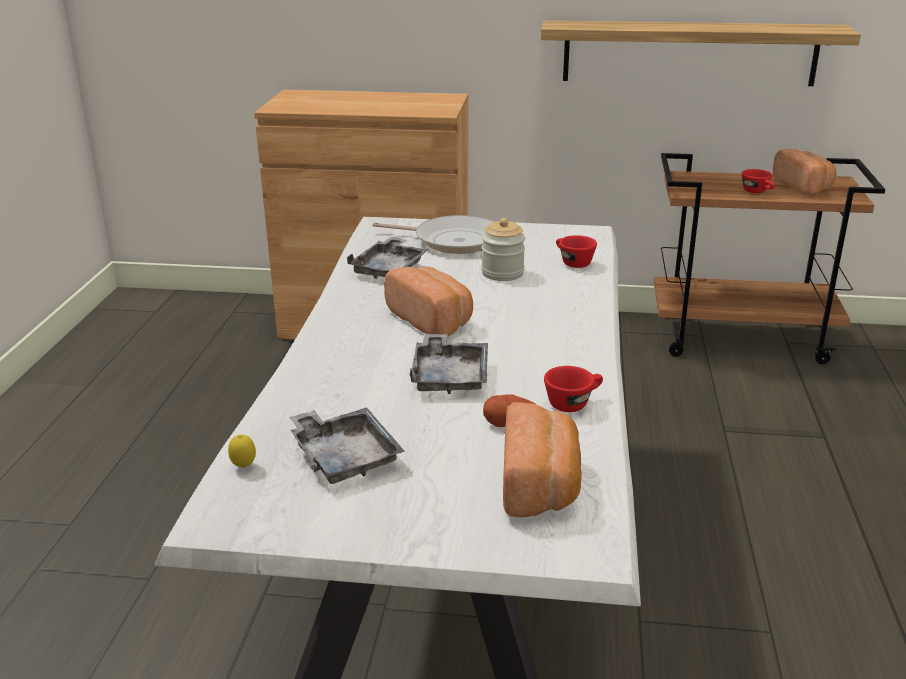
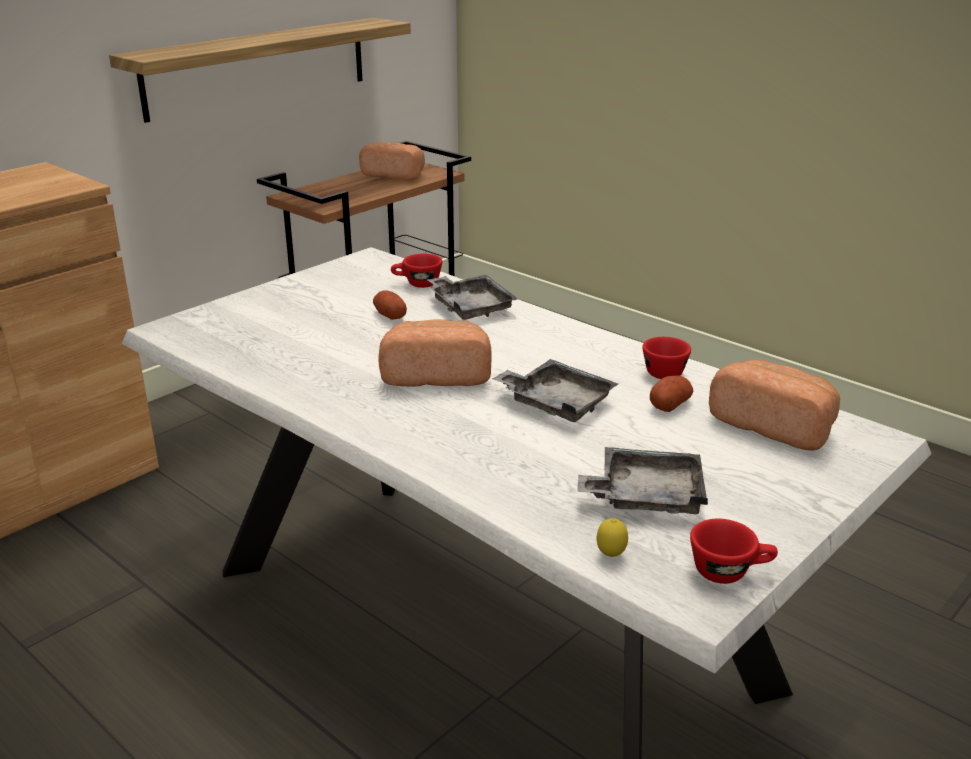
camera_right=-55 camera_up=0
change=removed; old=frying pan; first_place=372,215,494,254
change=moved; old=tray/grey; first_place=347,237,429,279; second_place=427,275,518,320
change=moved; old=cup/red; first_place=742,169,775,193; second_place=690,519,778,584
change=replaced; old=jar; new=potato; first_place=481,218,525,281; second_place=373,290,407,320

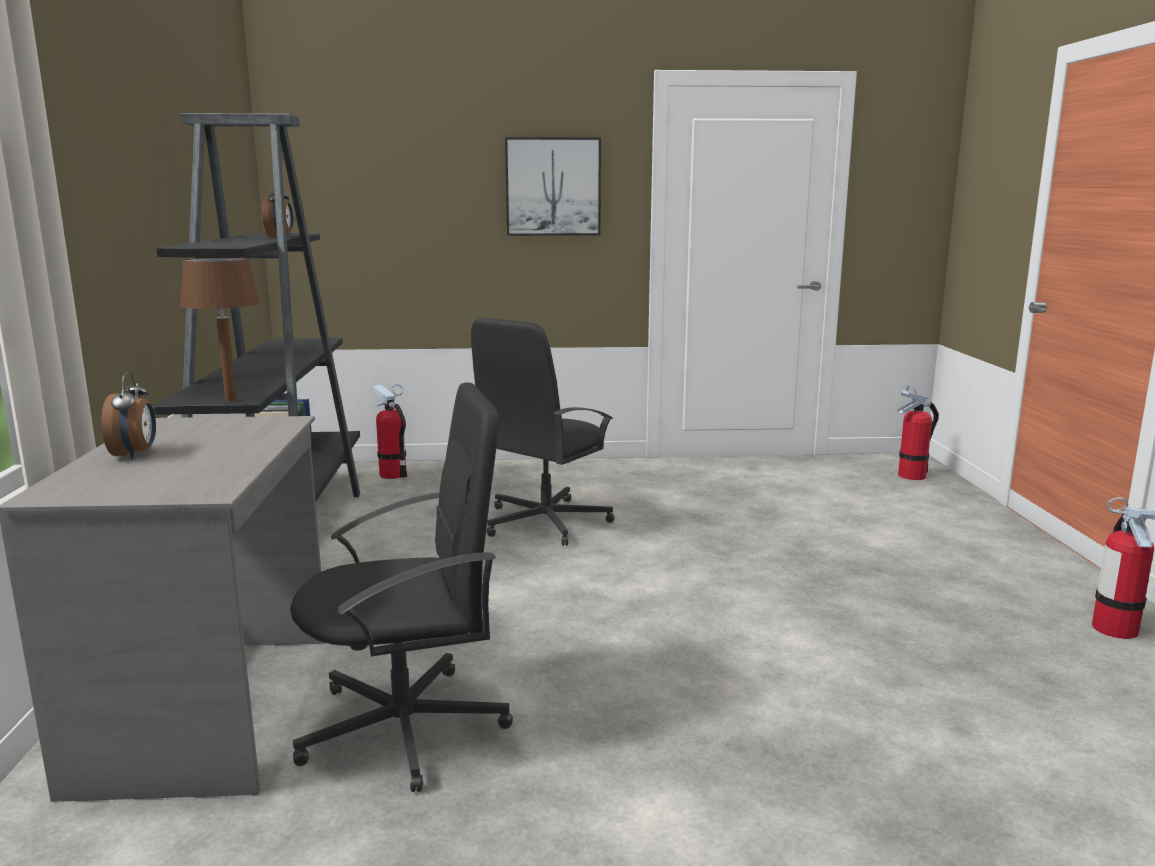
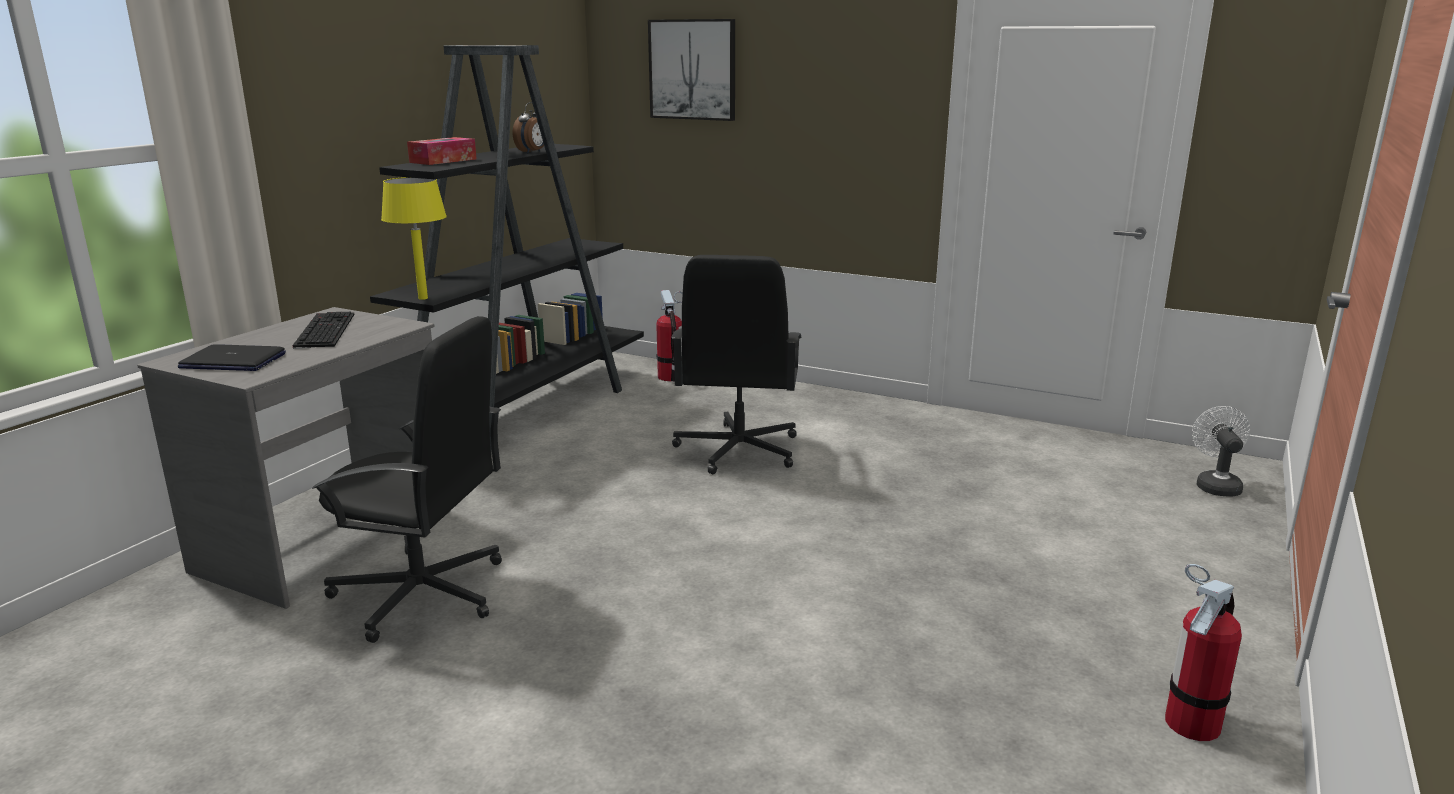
camera_right=30 camera_up=5
change=removed; old=alarm clock; first_place=101,372,156,459
change=added; new=laptop; second_place=178,344,286,371
change=added; new=keyboard; second_place=292,311,354,349
change=added; new=tissue box; second_place=407,137,477,165
change=moved; old=picture; first_place=505,137,601,236; second_place=648,19,735,121
change=replaced; old=fire extinguisher; new=fan/white; first_place=897,385,939,480; second_place=1192,406,1250,497
change=recoloured; old=table lamp/brown; new=table lamp/yellow; first_place=180,257,261,402; second_place=381,177,447,300
change=turned; old=office chair/black; first_place=471,318,615,546; second_place=671,255,801,474; degrees=-60

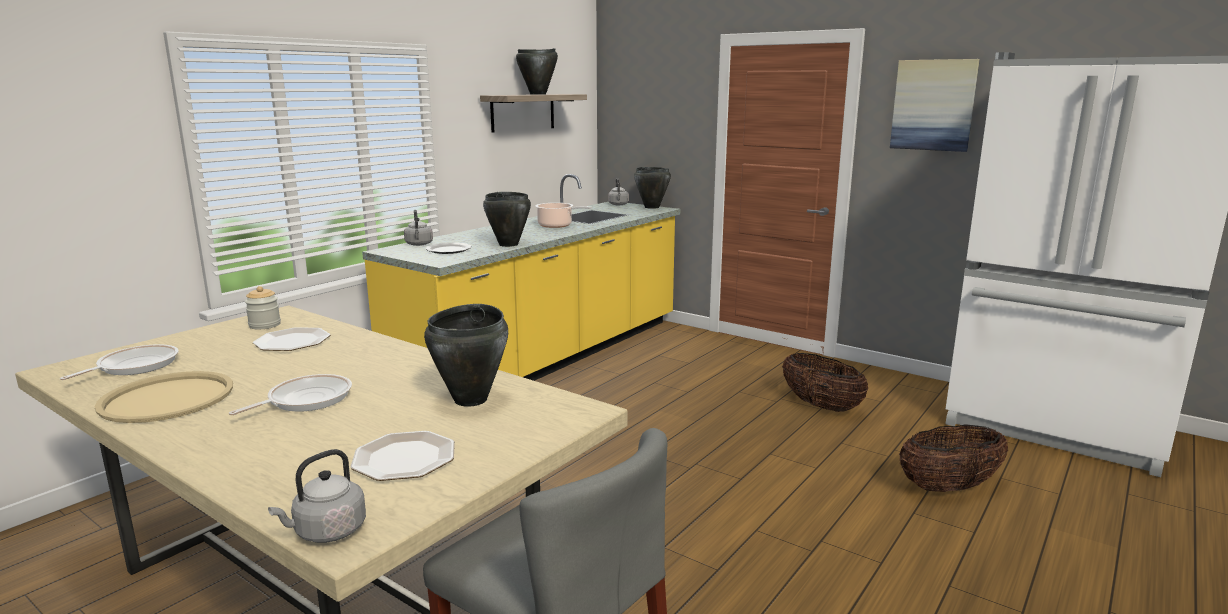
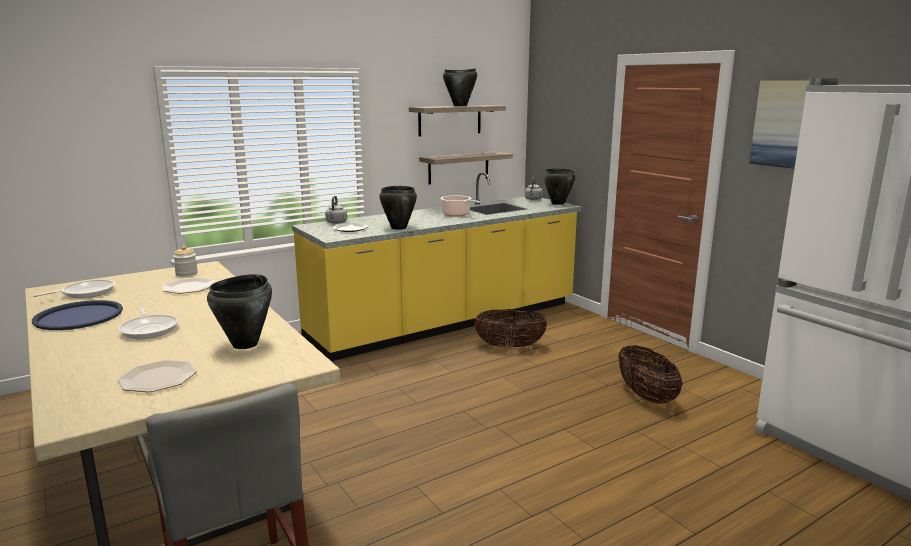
camera_right=20 camera_up=0
change=removed; old=kettle/grey; first_place=268,449,366,543
change=added; new=shelf; second_place=419,151,513,184
change=moved; old=basket; first_place=899,424,1008,492; second_place=474,309,547,347
change=recoloured; old=tray/beige; new=tray/blue; first_place=95,371,233,423; second_place=32,300,123,330
change=turned; old=frying pan; first_place=229,374,352,415; second_place=118,306,179,339; degrees=90

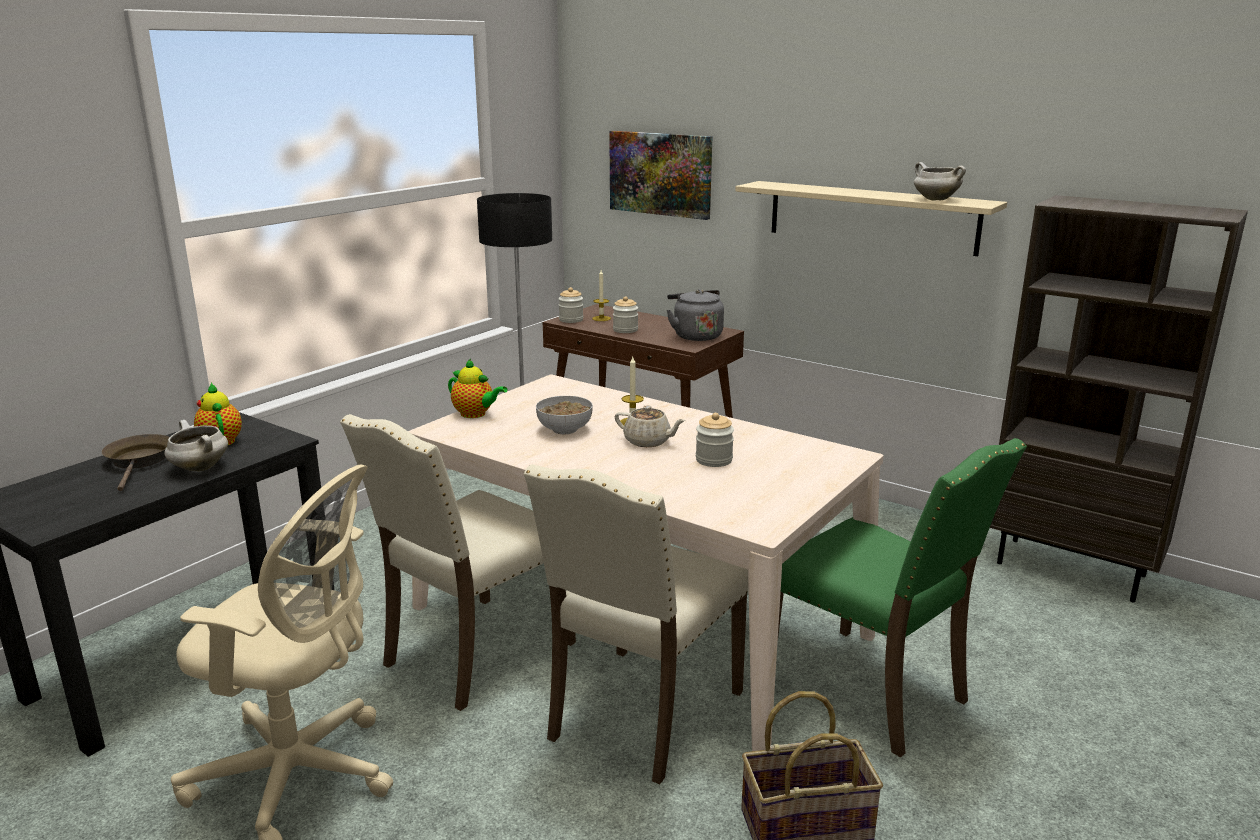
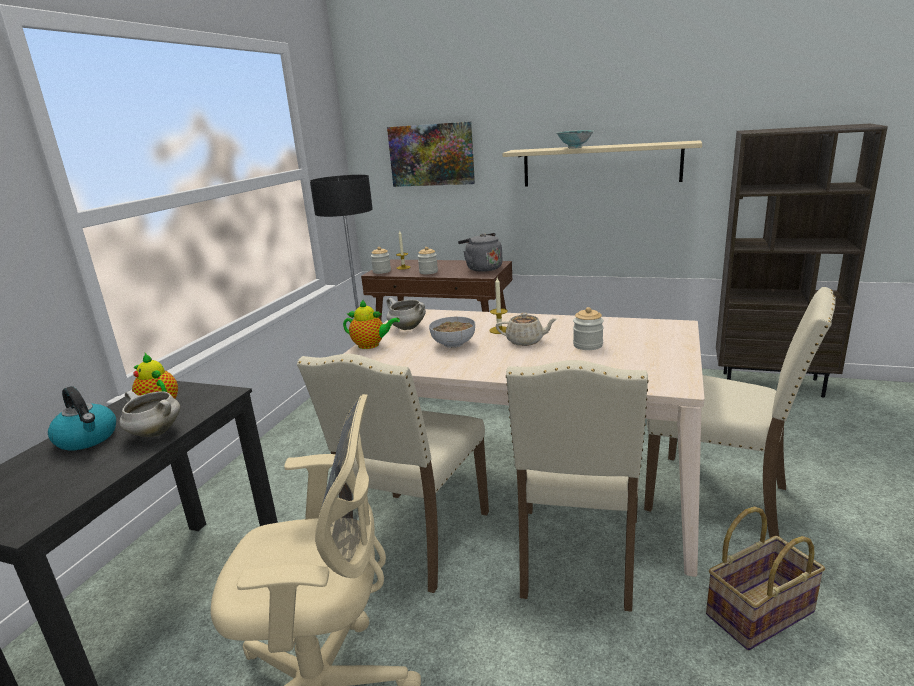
camera_right=-15 camera_up=0
change=added; new=bowl; second_place=557,130,594,149
change=moved; old=cooking pot/white; first_place=914,162,966,200; second_place=387,298,426,330
change=replaced; old=frying pan/brown; new=kettle; first_place=102,434,170,491; second_place=48,386,116,451
change=recoloured; old=chair/green; new=chair/beige; first_place=777,438,1027,757; second_place=644,287,836,538

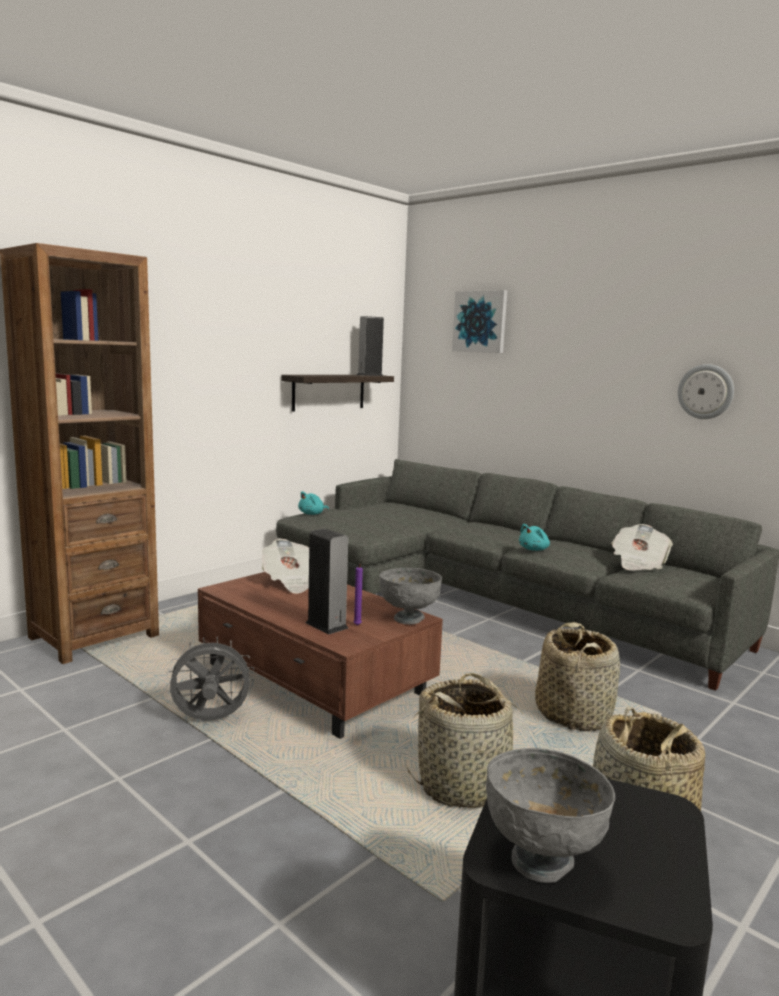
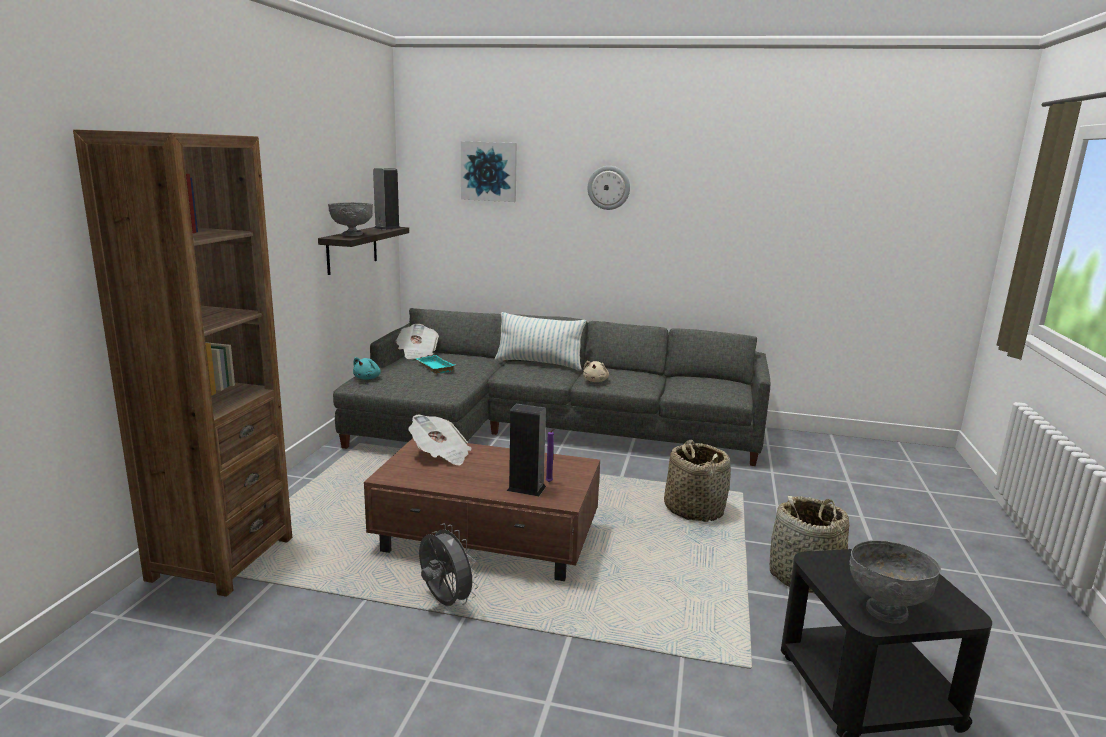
camera_right=-30 camera_up=5
change=removed; old=basket; first_place=407,673,535,808
change=added; new=tray/turquoise; second_place=416,355,454,374
change=added; new=pillow; second_place=495,312,586,370
change=moved; old=bowl/grey; first_place=379,568,442,624; second_place=328,202,373,236
change=moved; old=newspaper; first_place=611,524,673,571; second_place=396,324,439,359
change=moved; old=wall clock; first_place=678,364,734,419; second_place=588,166,630,210
change=recoloured; old=plush toy/turquoise; new=plush toy/beige; first_place=519,524,550,551; second_place=583,361,609,382
change=turned; old=fan/grey; first_place=166,637,254,721; second_place=419,524,478,606; degrees=90

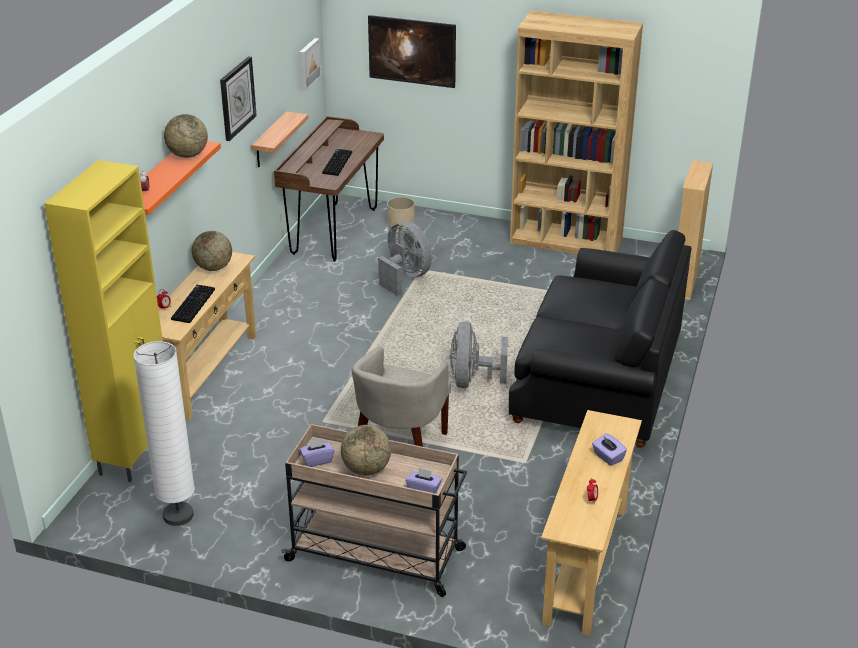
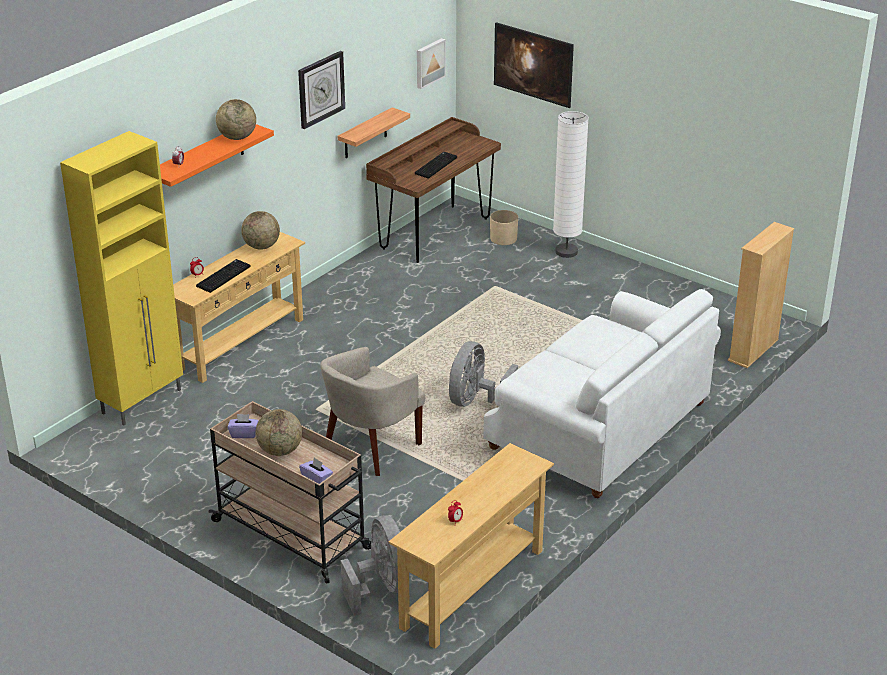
camera_right=20 camera_up=0
change=removed; old=bookcase/brown; first_place=510,11,643,254
change=removed; old=tissue box/purple; first_place=592,433,627,466
change=moved; old=floor lamp/white; first_place=133,341,195,526; second_place=553,111,589,258
change=moved; old=fan/grey; first_place=378,221,432,296; second_place=341,515,410,616
change=recoloured; old=sofa/black; new=sofa/white; first_place=509,230,691,448; second_place=483,289,721,498

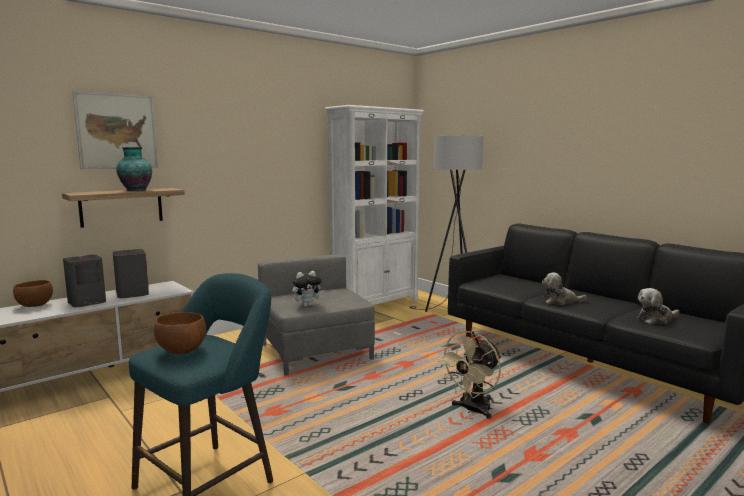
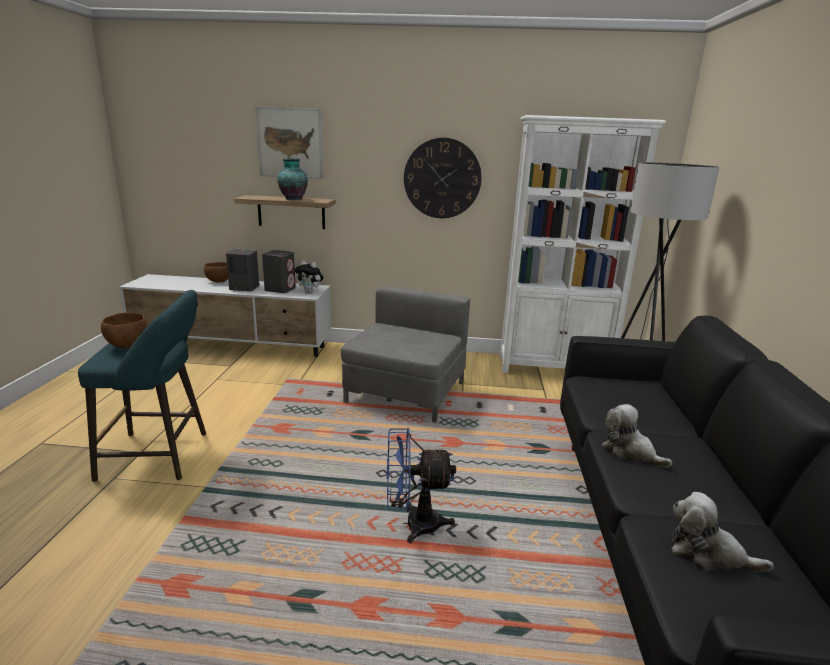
camera_right=45 camera_up=10
change=added; new=wall clock; second_place=404,138,482,218
change=moved; old=plush toy; first_place=293,271,324,307; second_place=295,261,324,293
change=recoloured; old=fan/beige; new=fan/blue; first_place=437,331,501,419; second_place=387,428,456,543

